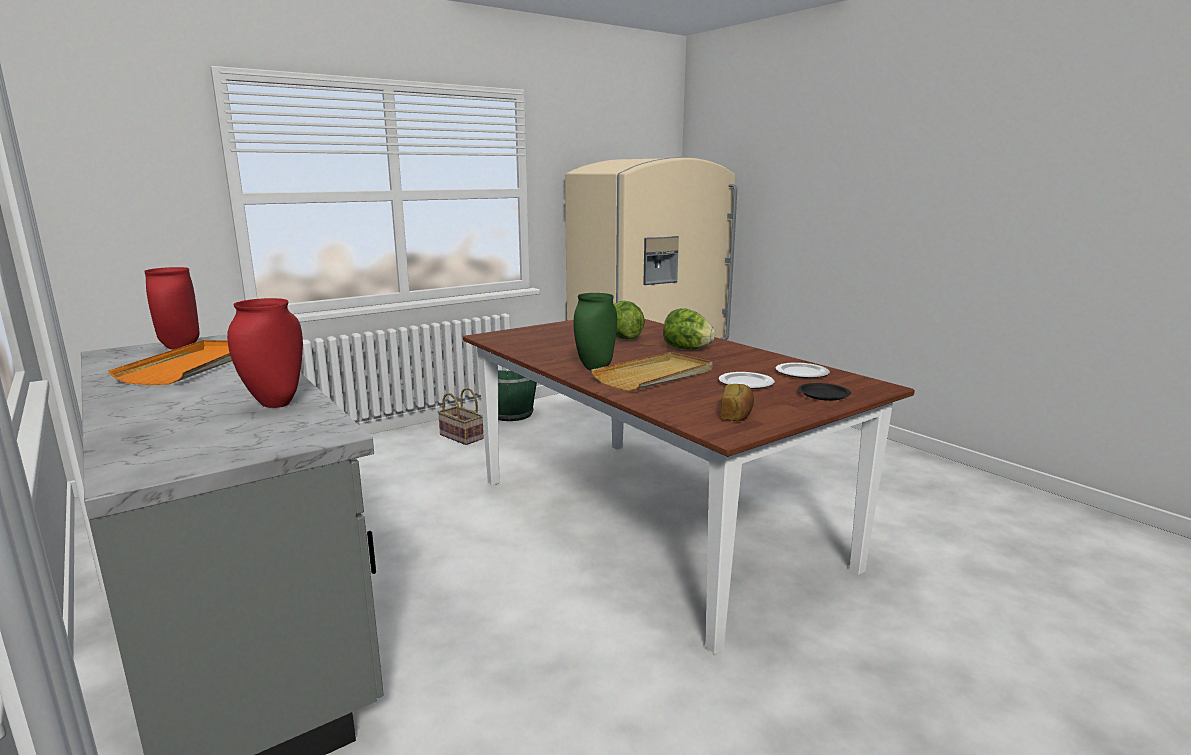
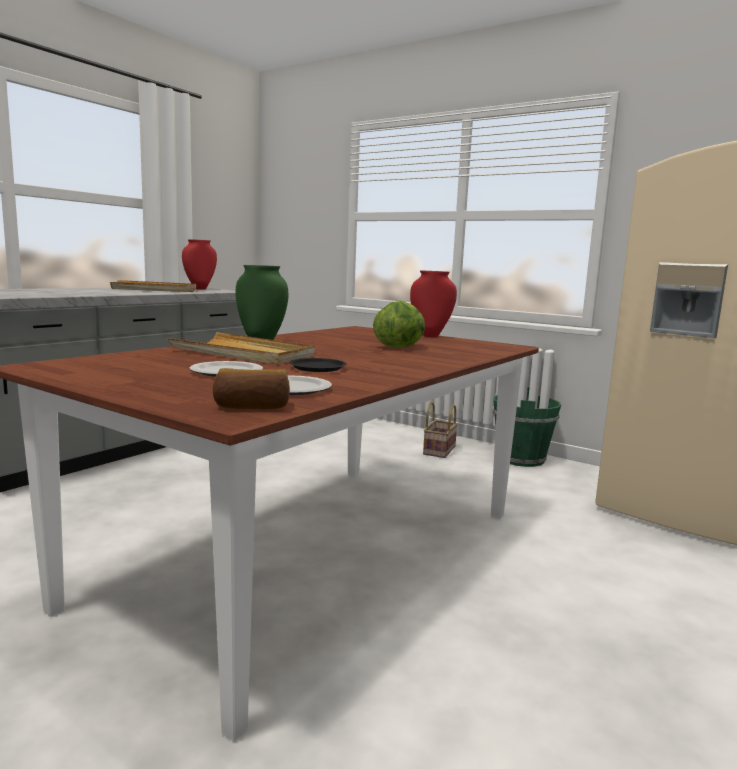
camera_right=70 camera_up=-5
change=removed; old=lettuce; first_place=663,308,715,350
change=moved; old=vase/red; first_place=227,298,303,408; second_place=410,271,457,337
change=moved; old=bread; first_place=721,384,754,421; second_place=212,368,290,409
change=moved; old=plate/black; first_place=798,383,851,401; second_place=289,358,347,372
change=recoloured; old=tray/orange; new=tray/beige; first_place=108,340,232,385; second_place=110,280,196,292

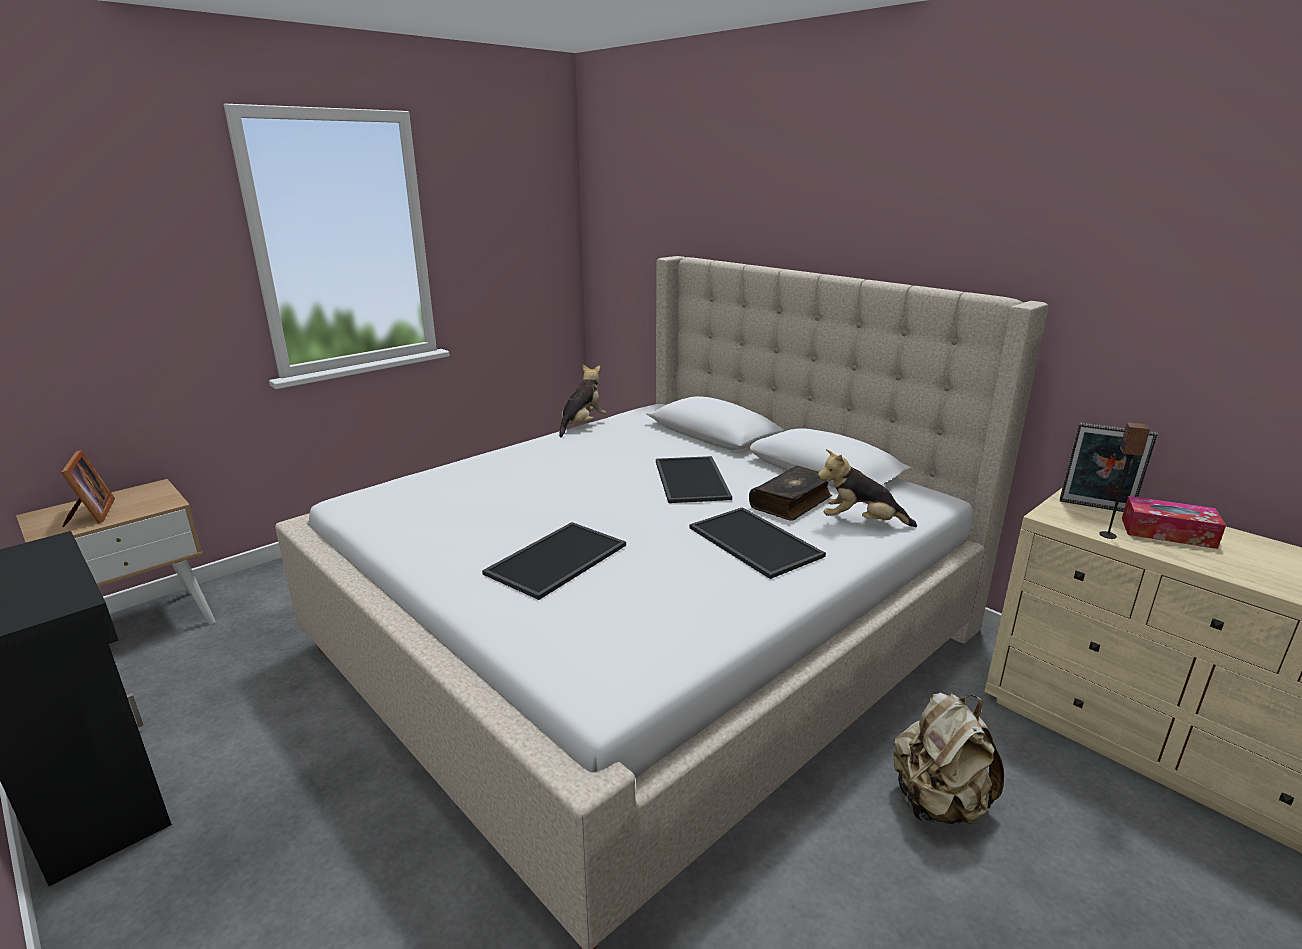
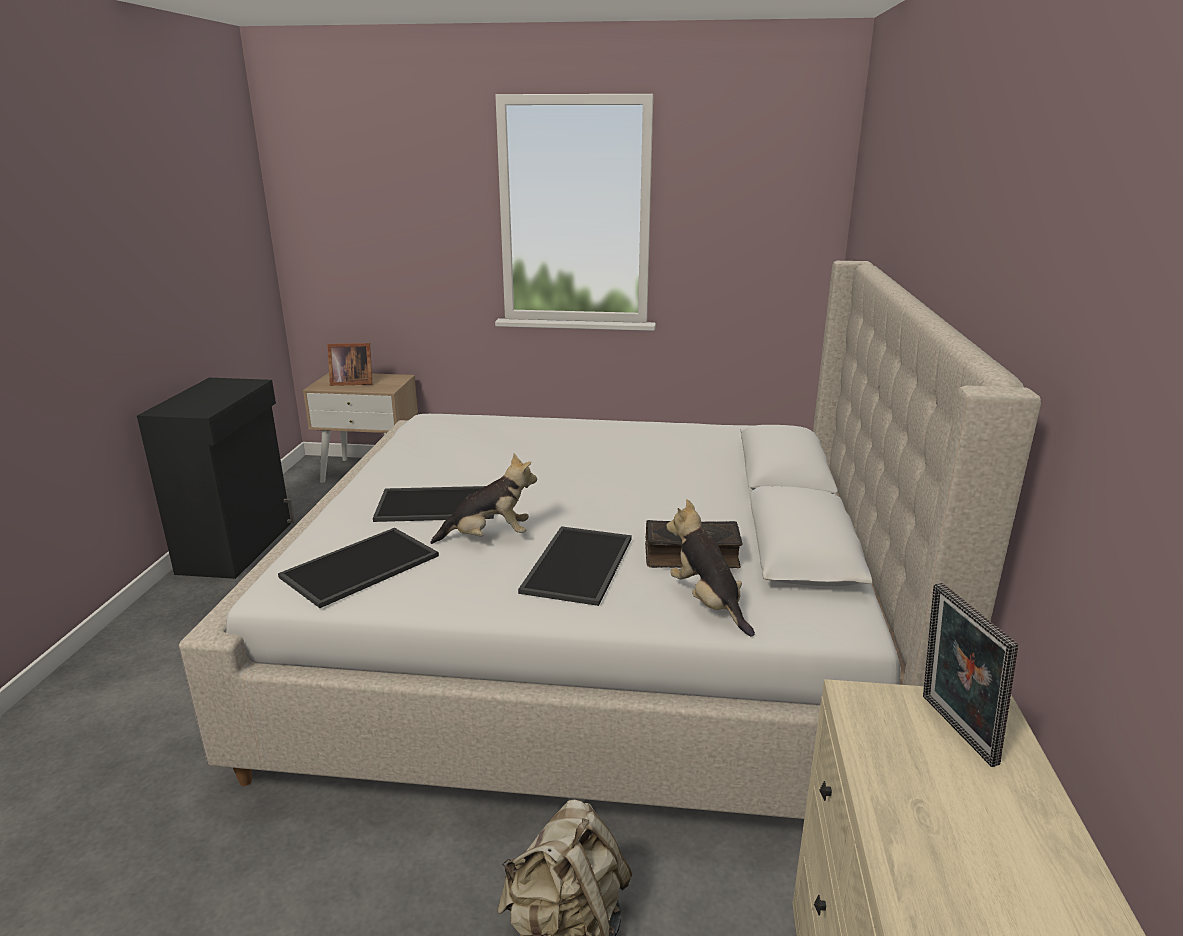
camera_right=50 camera_up=0
change=removed; old=speaker; first_place=1099,422,1150,539
change=removed; old=tissue box; first_place=1122,496,1226,549
change=moved; old=plush toy; first_place=559,365,606,438; second_place=430,453,537,544
change=moved; old=tray; first_place=656,456,732,503; second_place=278,528,439,608
change=turned; old=picture frame; first_place=61,450,115,527; second_place=327,343,372,386; degrees=60

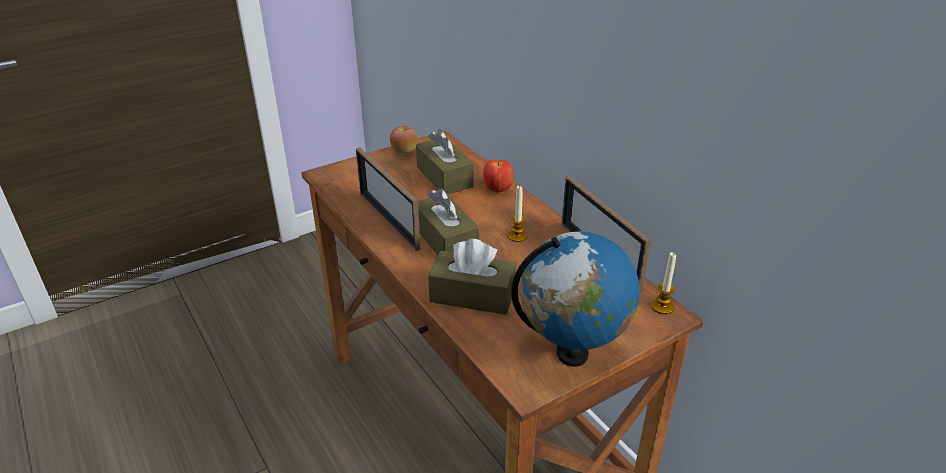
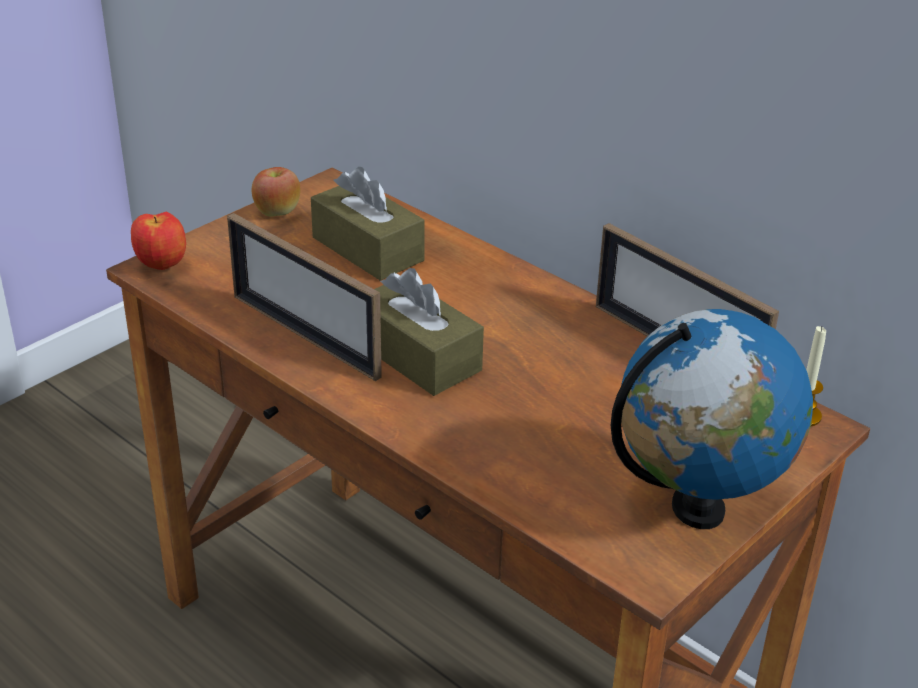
camera_right=-15 camera_up=0
change=removed; old=tissue box/brown; first_place=428,239,516,315
change=removed; old=candle; first_place=508,186,528,242
change=moved; old=apple; first_place=483,159,514,193; second_place=131,212,186,270

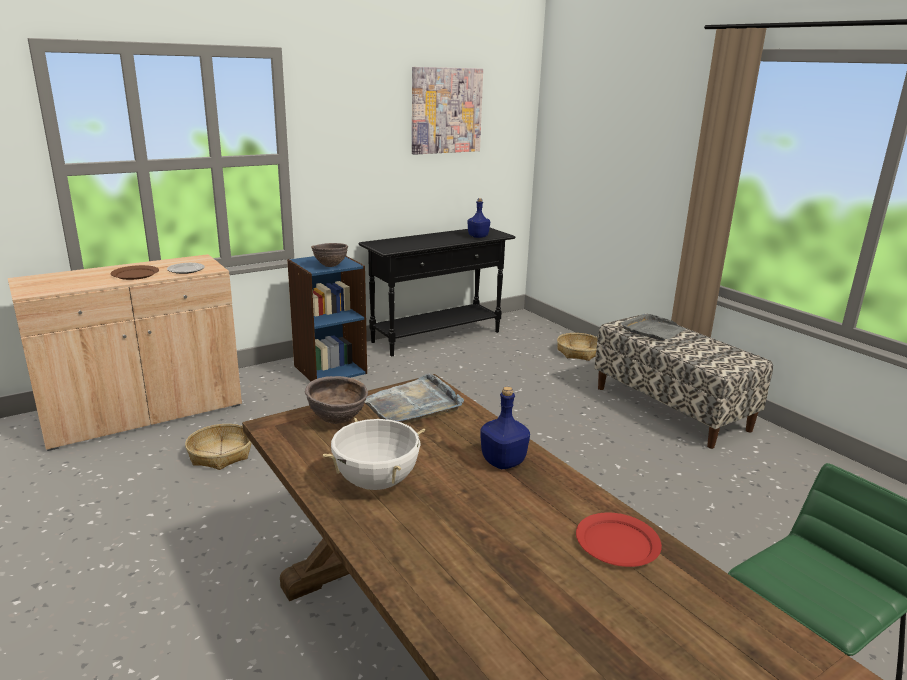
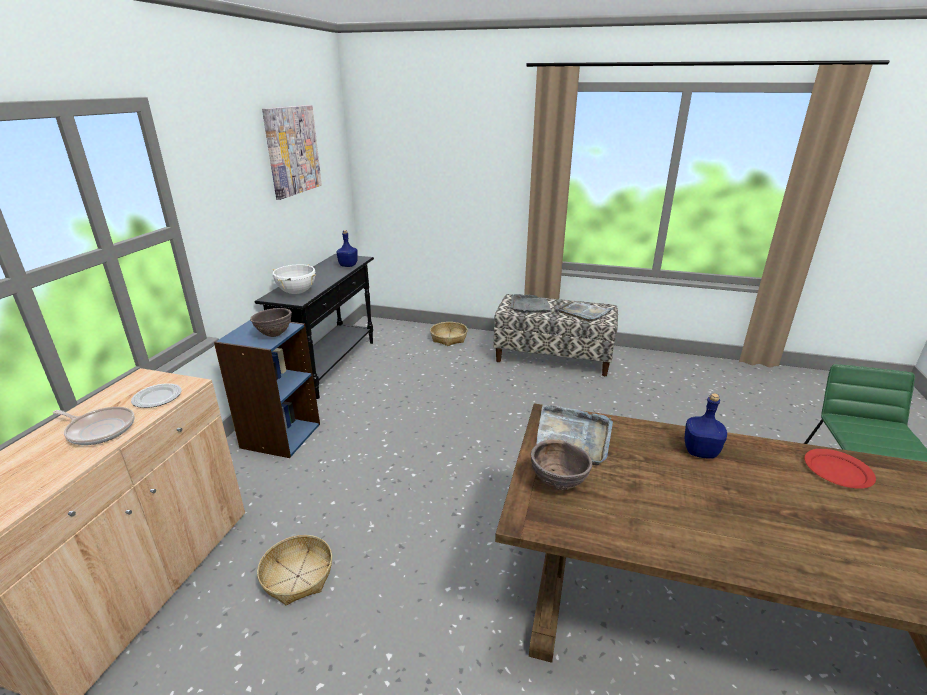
camera_right=-40 camera_up=5
change=added; new=tray/grey; second_place=557,302,614,322
change=moved; old=cooking pot/white; first_place=323,418,425,490; second_place=272,264,316,294
change=replaced; old=plate/brown; new=frying pan; first_place=110,265,159,280; second_place=53,407,135,445

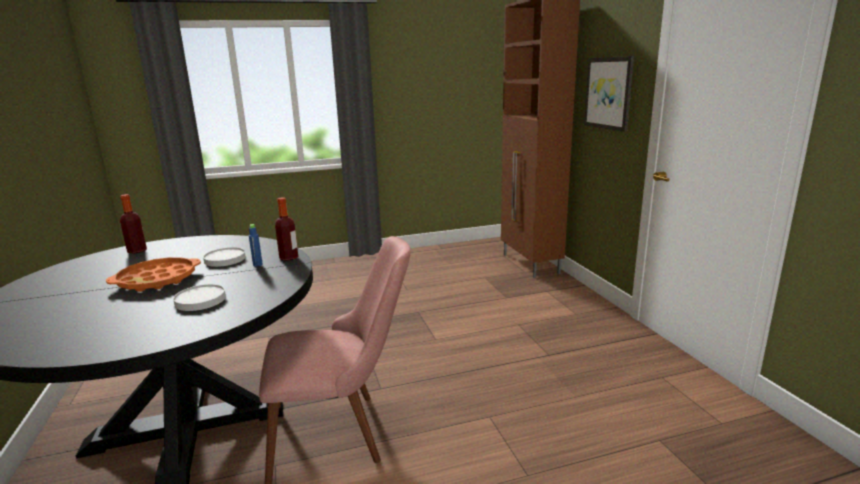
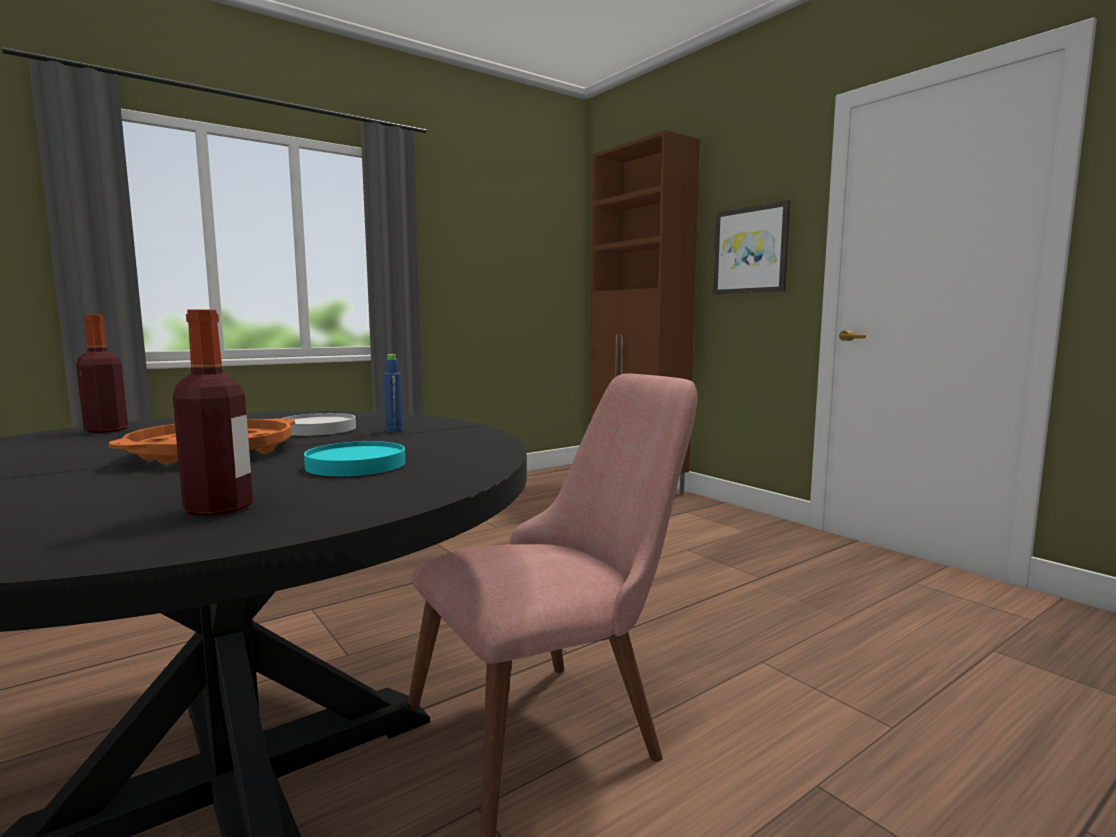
camera_right=-20 camera_up=-10
change=moved; old=bottle; first_place=275,197,298,261; second_place=172,309,253,516
change=recoloured; old=plate/white; new=plate/turquoise; first_place=173,284,226,311; second_place=304,441,405,476

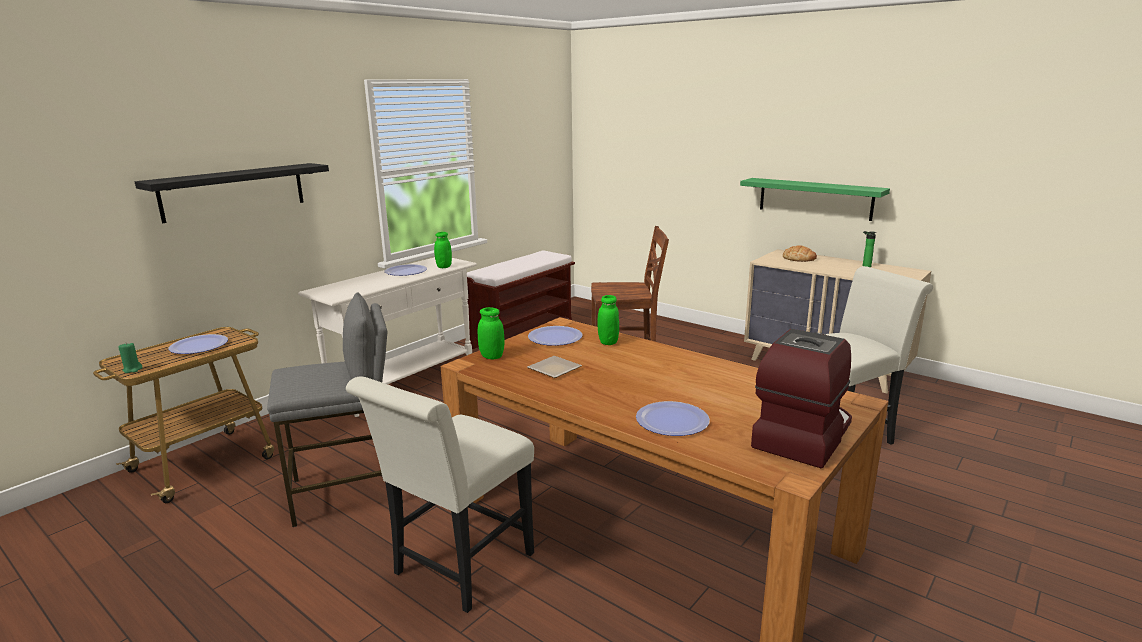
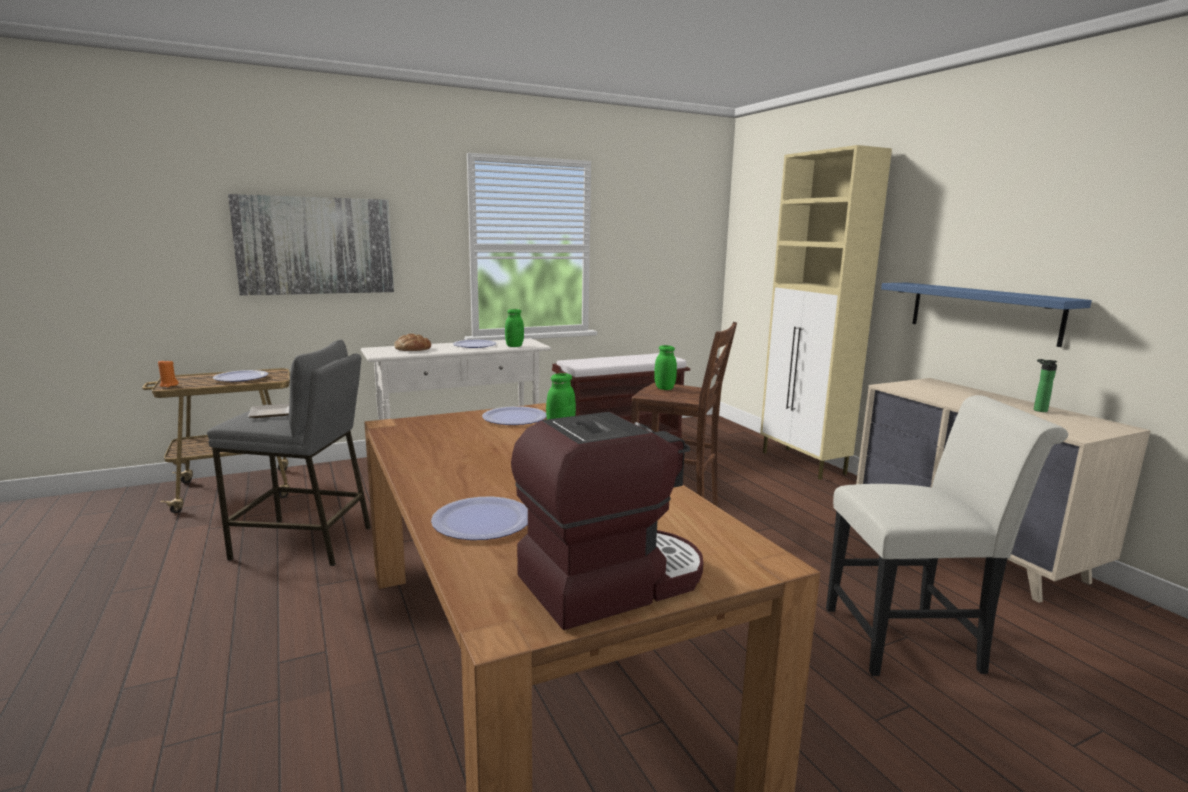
camera_right=25 camera_up=-5
change=removed; old=chair/white; first_place=346,376,534,613
change=added; new=cabinet/beige; second_place=760,145,892,480
change=moved; old=jar/green; first_place=478,307,505,359; second_place=654,345,677,390
change=moved; old=plate; first_place=527,356,582,378; second_place=248,404,289,418
change=moved; old=bread; first_place=783,246,817,262; second_place=394,334,431,351
change=replaced; old=shelf/black; new=picture; first_place=135,163,329,223; second_place=228,194,394,296
change=recoloured; old=candle/green; new=candle/orange; first_place=118,343,142,373; second_place=158,359,179,387
change=recoloured; old=shelf/green; new=shelf/blue; first_place=740,178,890,221; second_place=881,283,1092,347

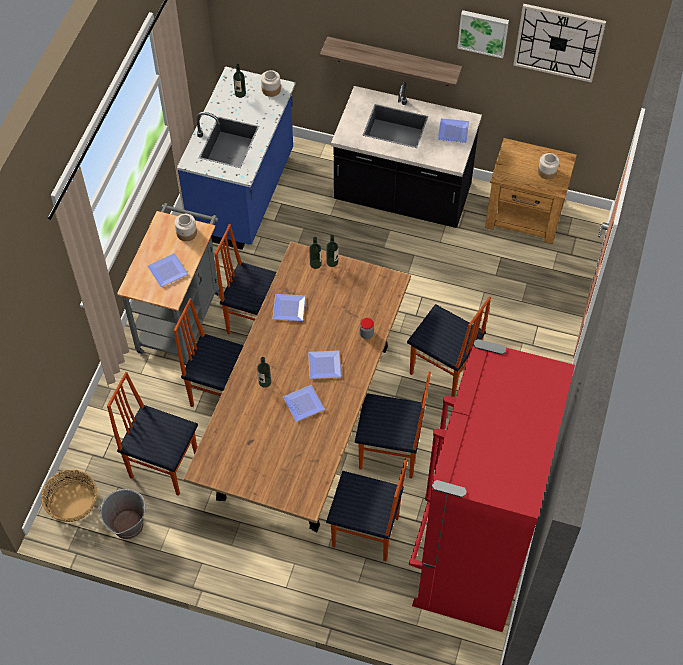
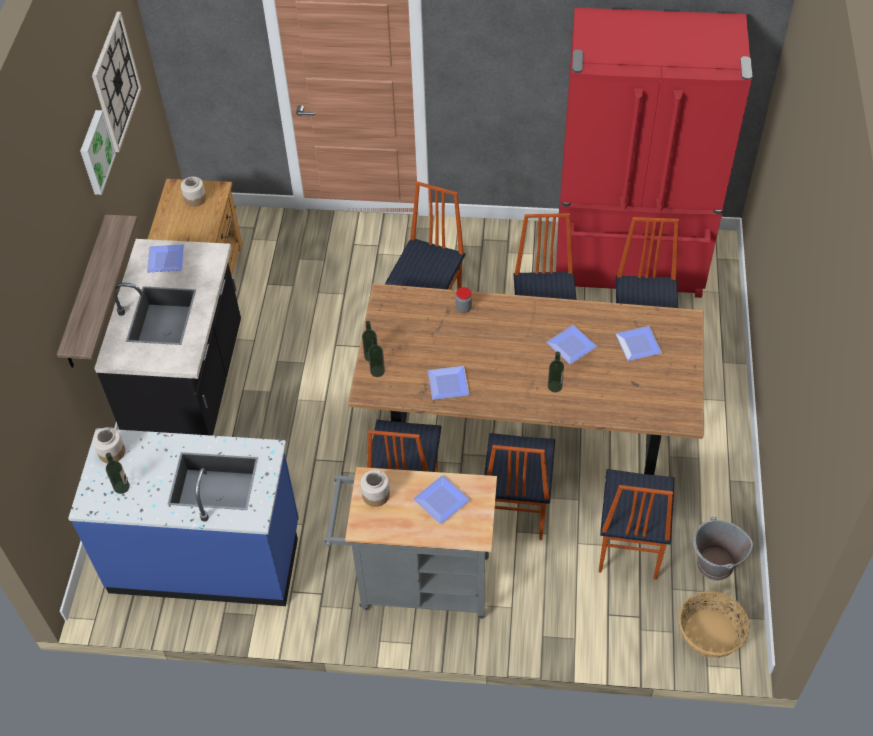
camera_right=-100 camera_up=-5
change=moved; old=plate; first_place=308,350,341,379; second_place=615,326,662,361

